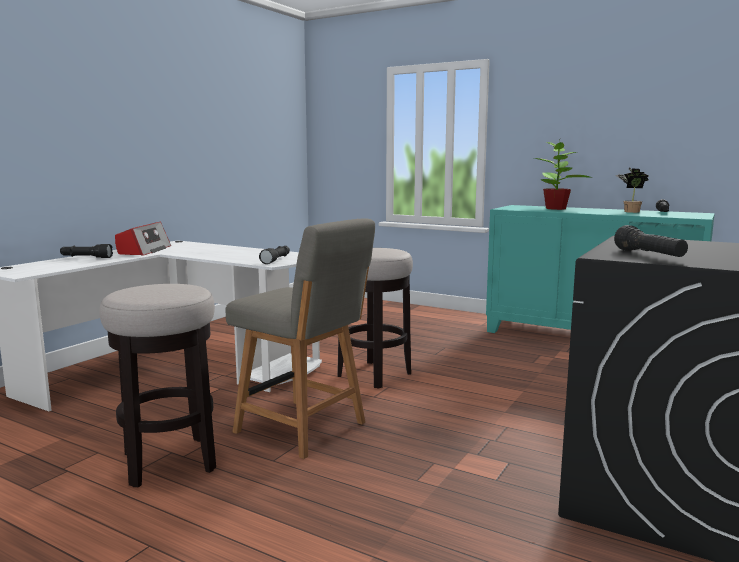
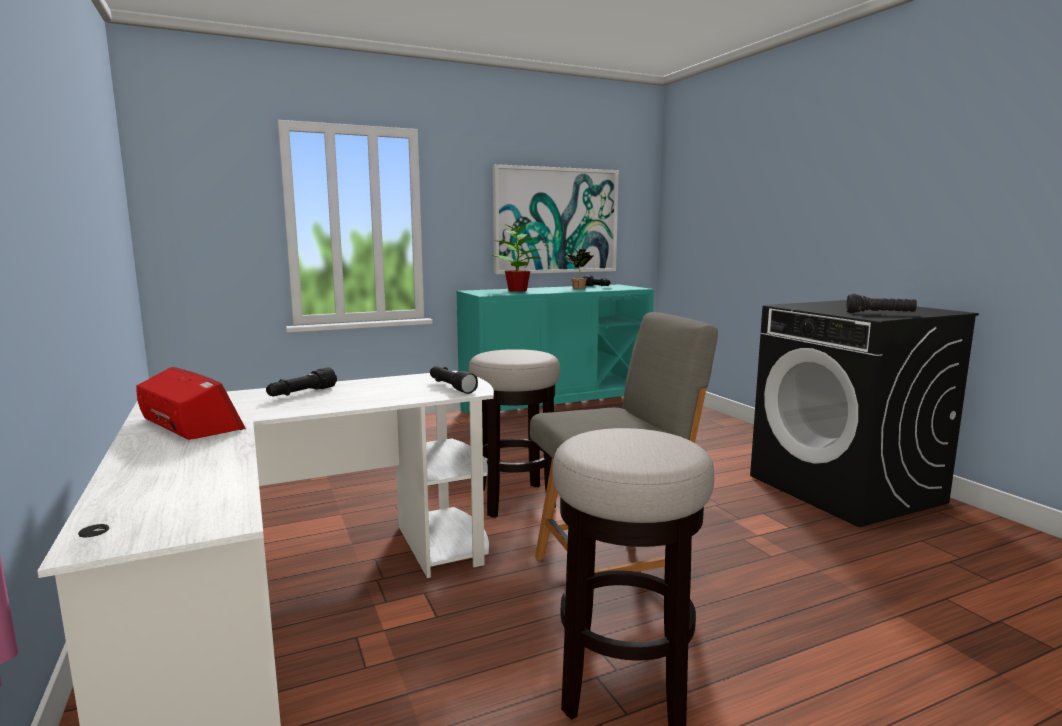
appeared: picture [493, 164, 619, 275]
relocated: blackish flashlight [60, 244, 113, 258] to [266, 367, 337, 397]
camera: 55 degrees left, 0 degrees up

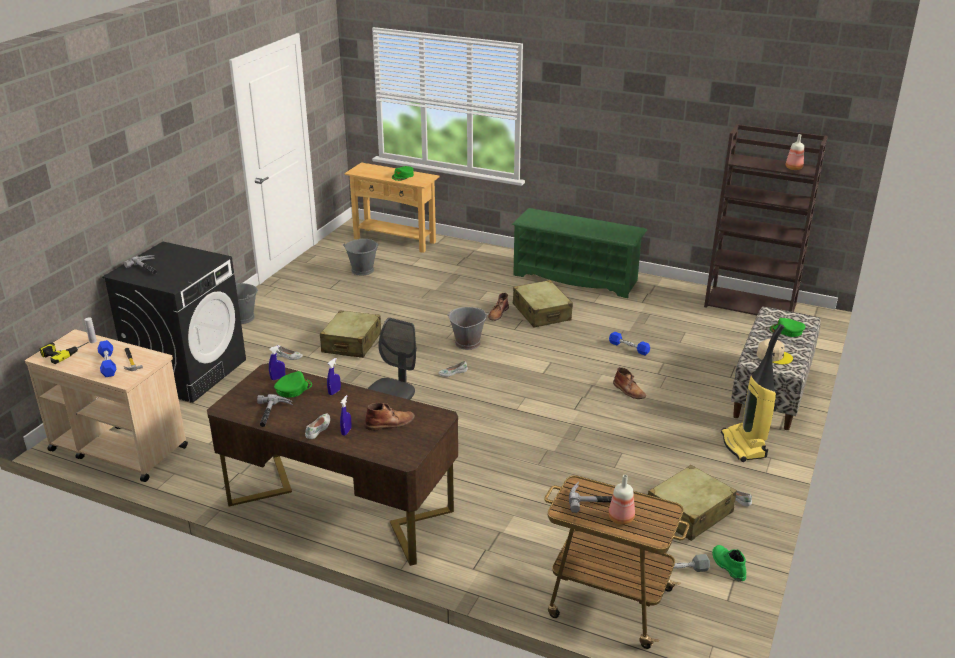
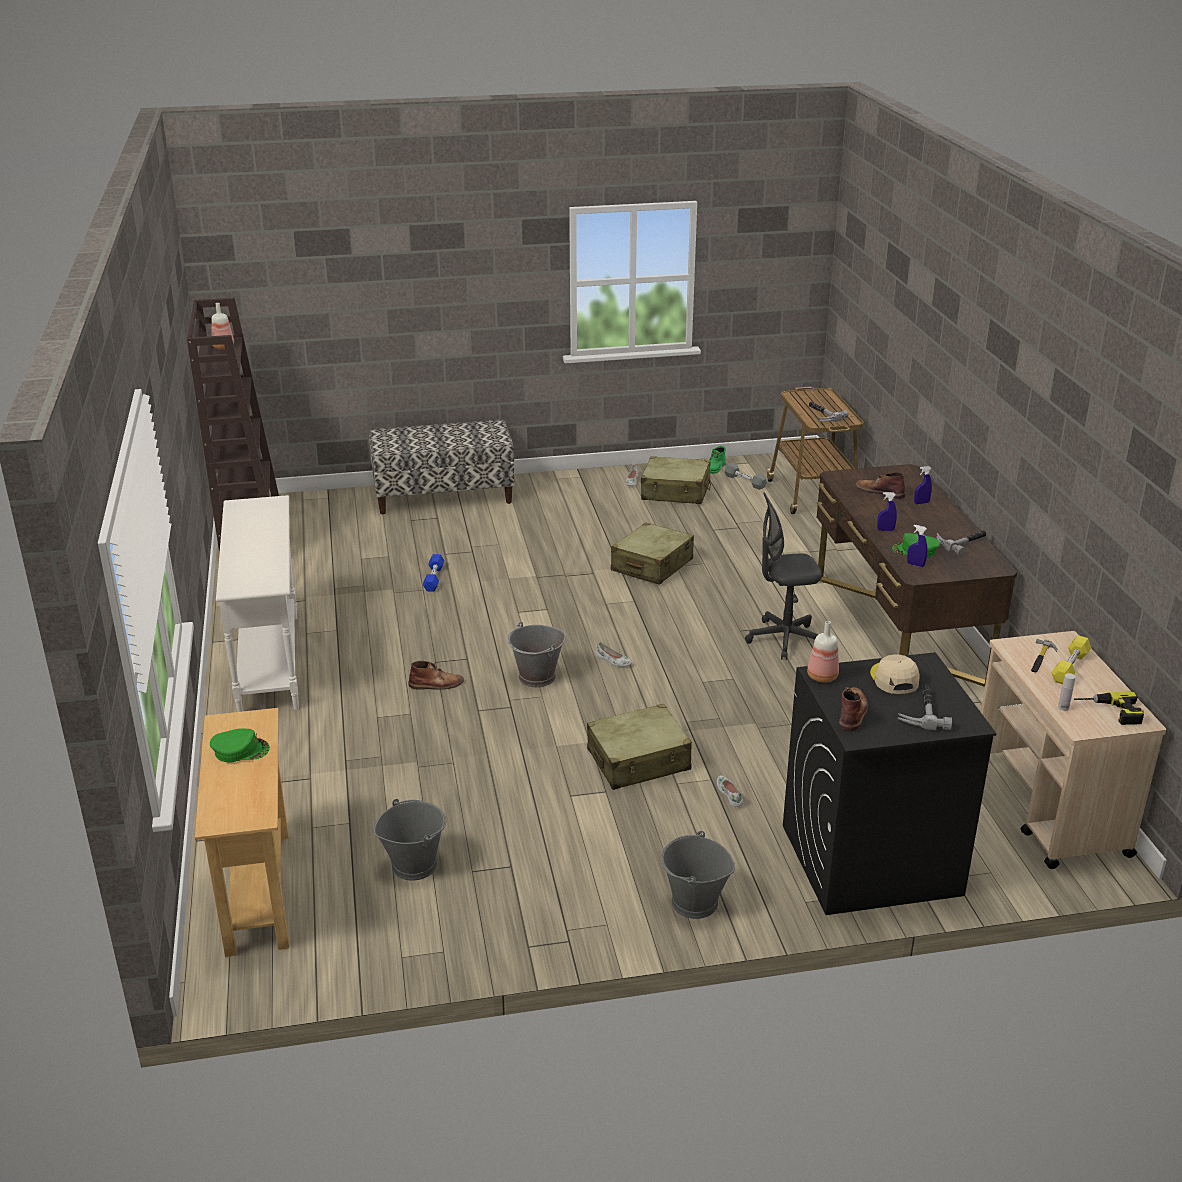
missing: whitish shoe [305, 414, 330, 439]; vacuum cleaner [721, 324, 784, 462]; green-coloured peaked cap [770, 318, 806, 337]
relocated: beige-coloured piece of luggage [513, 280, 573, 328] to [611, 523, 694, 585]; drink bottle [608, 475, 635, 525] to [807, 621, 839, 683]; brown-coloured tall boot [613, 367, 646, 399] to [839, 687, 868, 732]; beige-coloured peaked cap [757, 339, 793, 365] to [870, 654, 920, 694]
exchanged: green-coloured shoe stand [512, 208, 647, 298] to whitish console table [216, 495, 299, 712]
colour: blue hand weight [98, 340, 116, 377] to yellowish hand weight [1051, 635, 1091, 684]
camera: 125 degrees left, 0 degrees up

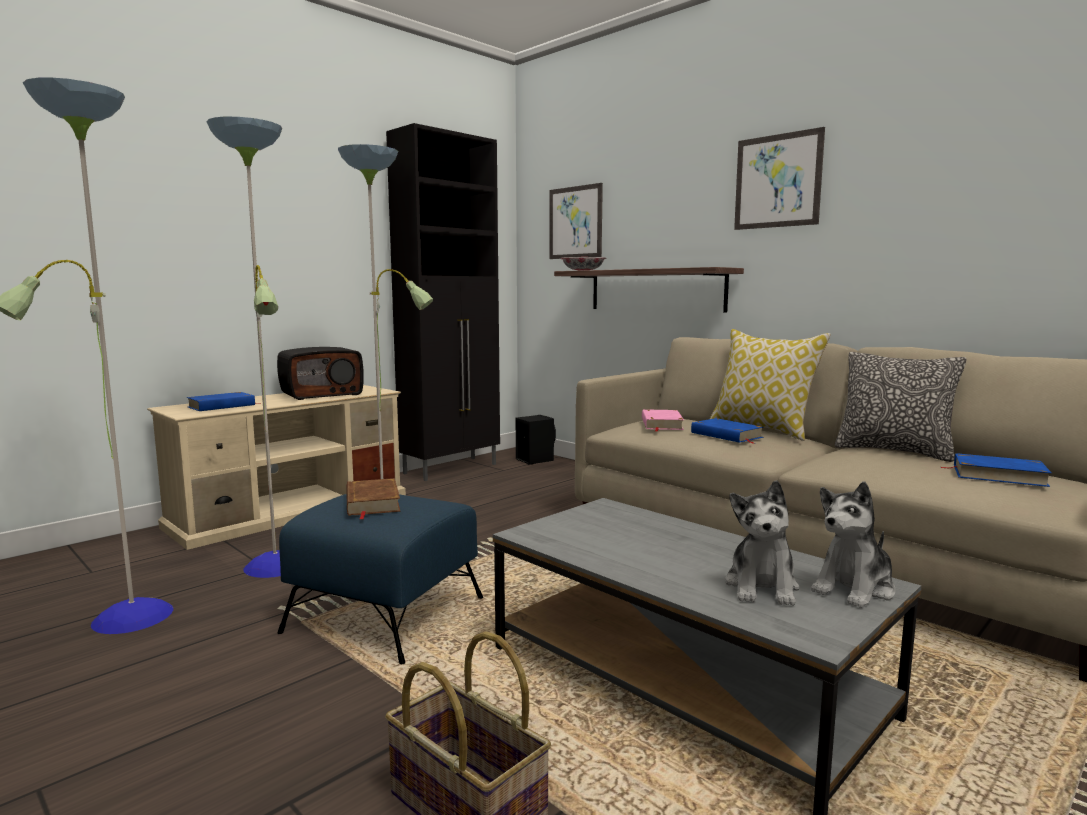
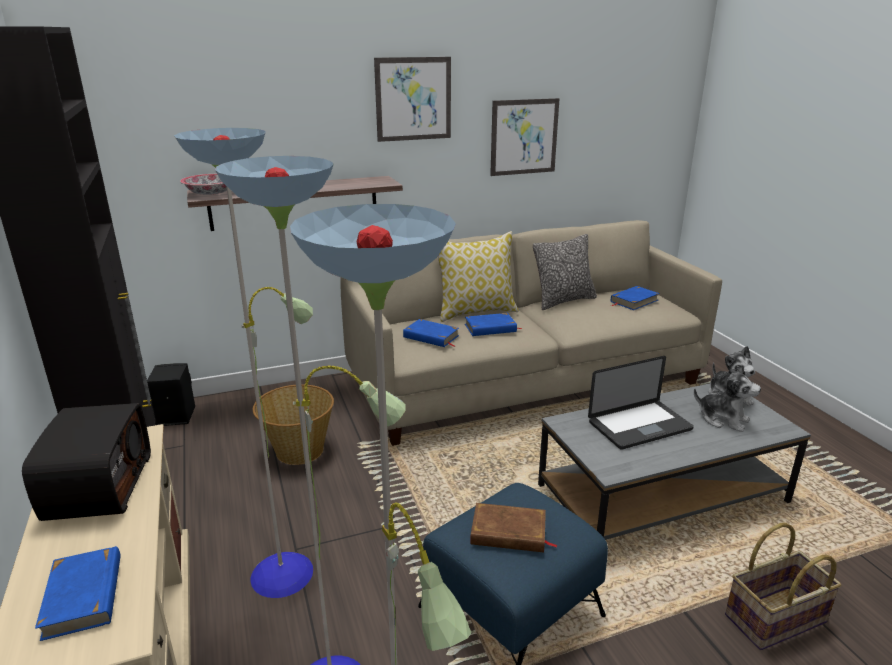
appeared: basket [253, 384, 334, 465]; notebook computer [588, 356, 694, 449]
relocated: picture [549, 183, 603, 259] to [490, 98, 560, 176]
colour: pink-coloured book [642, 409, 684, 432] to blue book [403, 319, 459, 347]
camera: 65 degrees left, 15 degrees up

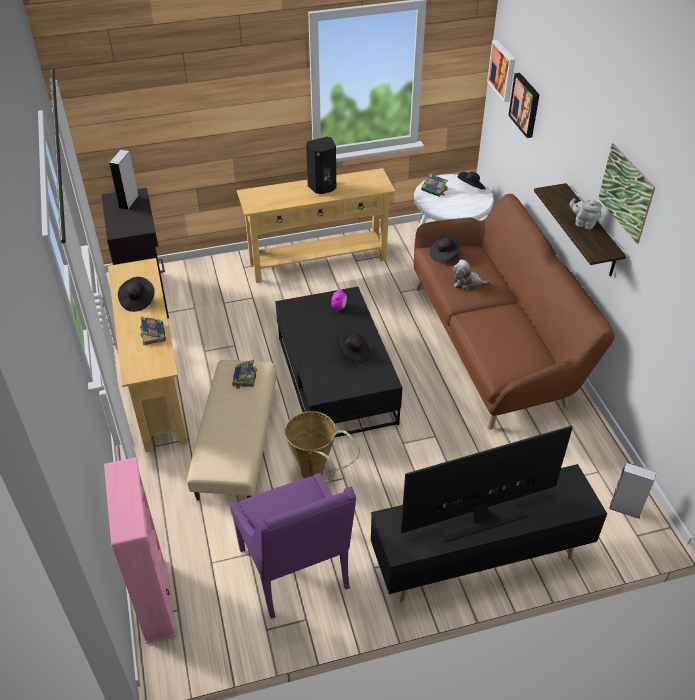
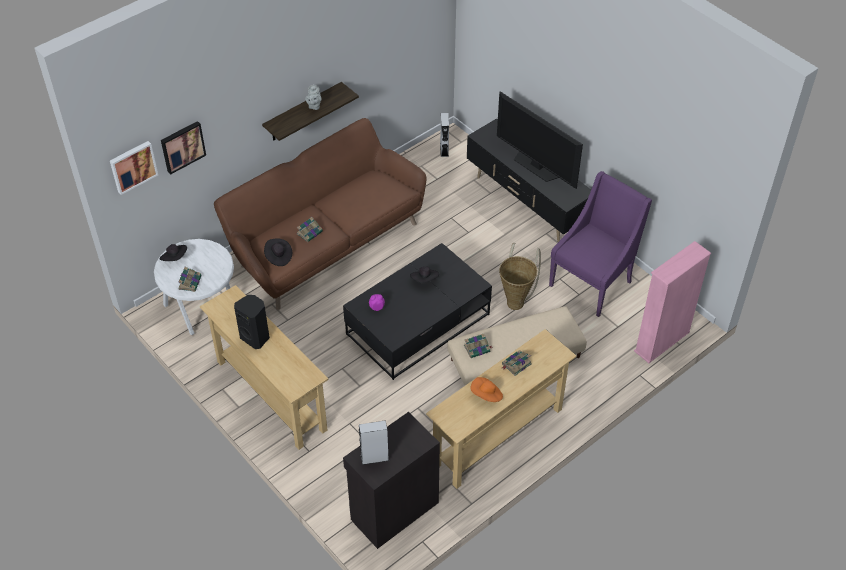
missing: picture [599, 143, 655, 244]
exchanged: plush toy [453, 260, 492, 291] to book [297, 217, 323, 242]
colour: blackish hat [118, 277, 155, 312] to orange-coloured hat [471, 377, 503, 402]
camera: 115 degrees left, 5 degrees up

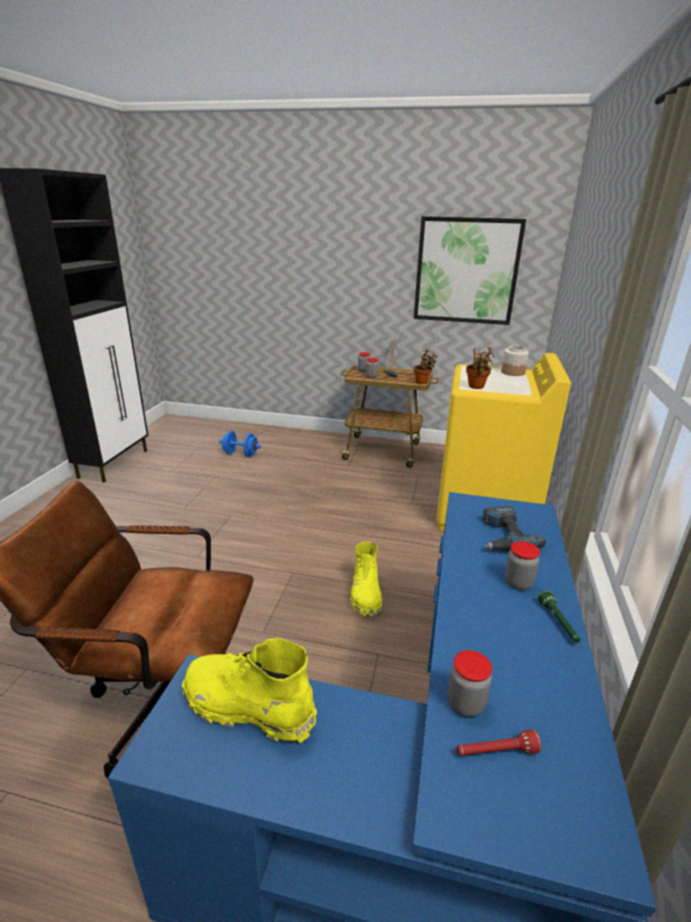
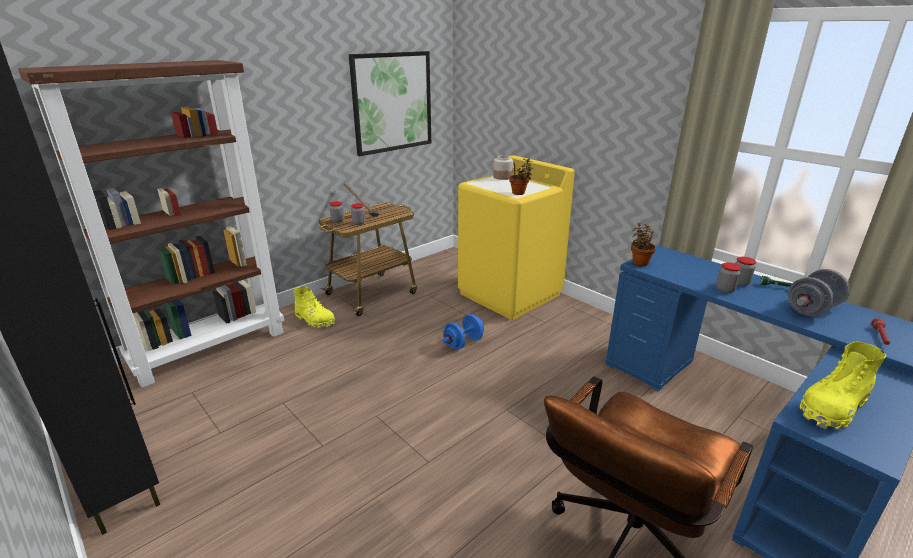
missing: power drill [482, 506, 546, 551]
appeared: brown-coloured bookshelf [18, 60, 284, 388]; greyish hand weight [788, 269, 850, 317]
relocated: blue hand weight [219, 431, 261, 457] to [443, 314, 484, 350]; yellowish tall boot [350, 542, 382, 617] to [293, 286, 336, 328]; plant in a pot [414, 349, 437, 384] to [631, 223, 656, 266]; preserve jar [448, 650, 492, 717] to [716, 262, 741, 293]
camera: 55 degrees left, 0 degrees up

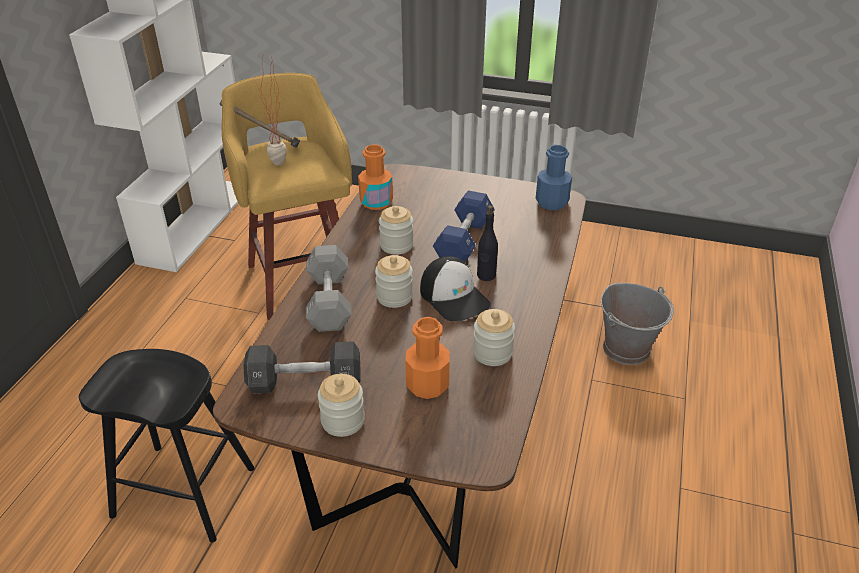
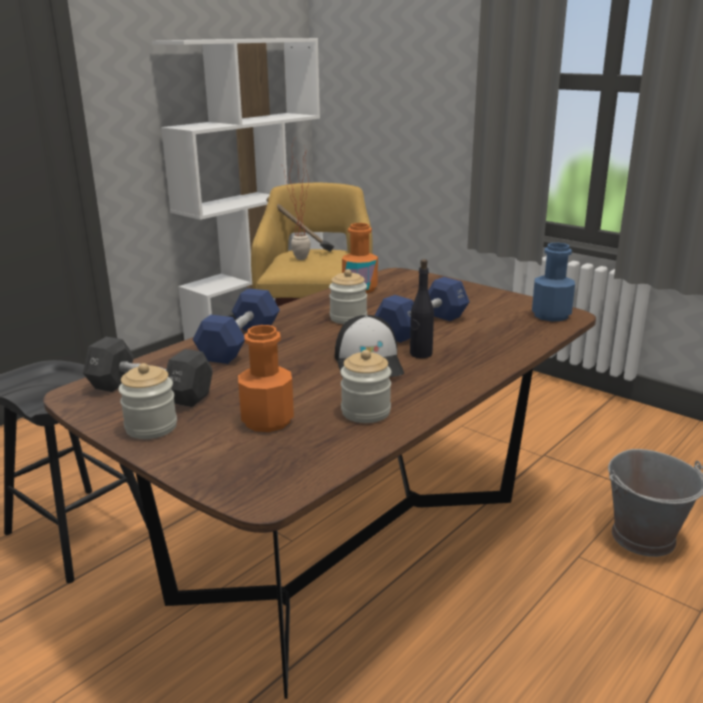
missing: preserve jar [375, 255, 413, 308]
colour: greyish hand weight [306, 245, 351, 332] to blue hand weight [193, 288, 280, 364]
camera: 25 degrees right, 15 degrees down

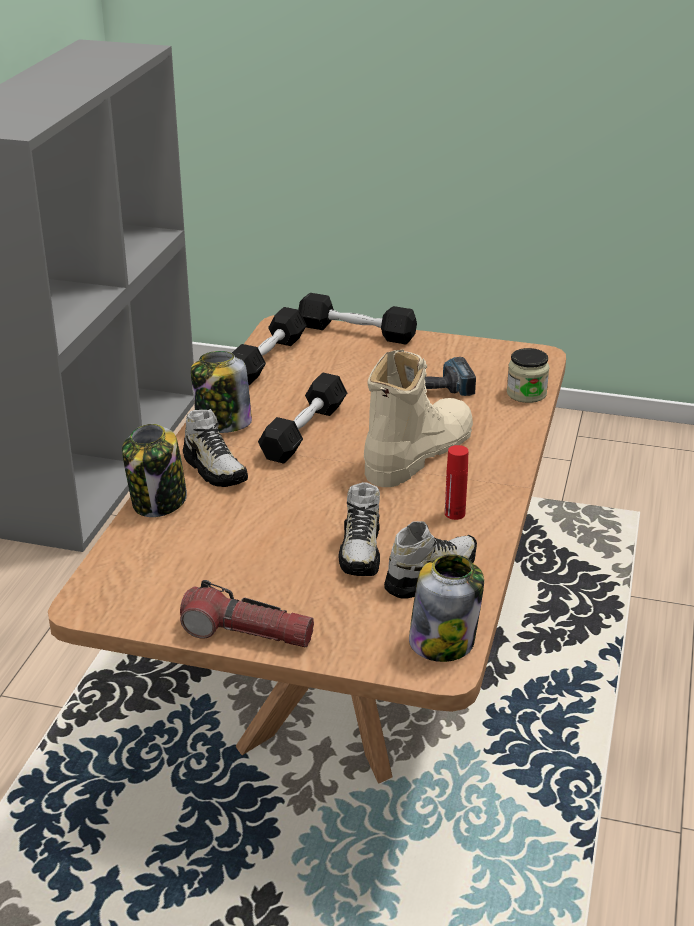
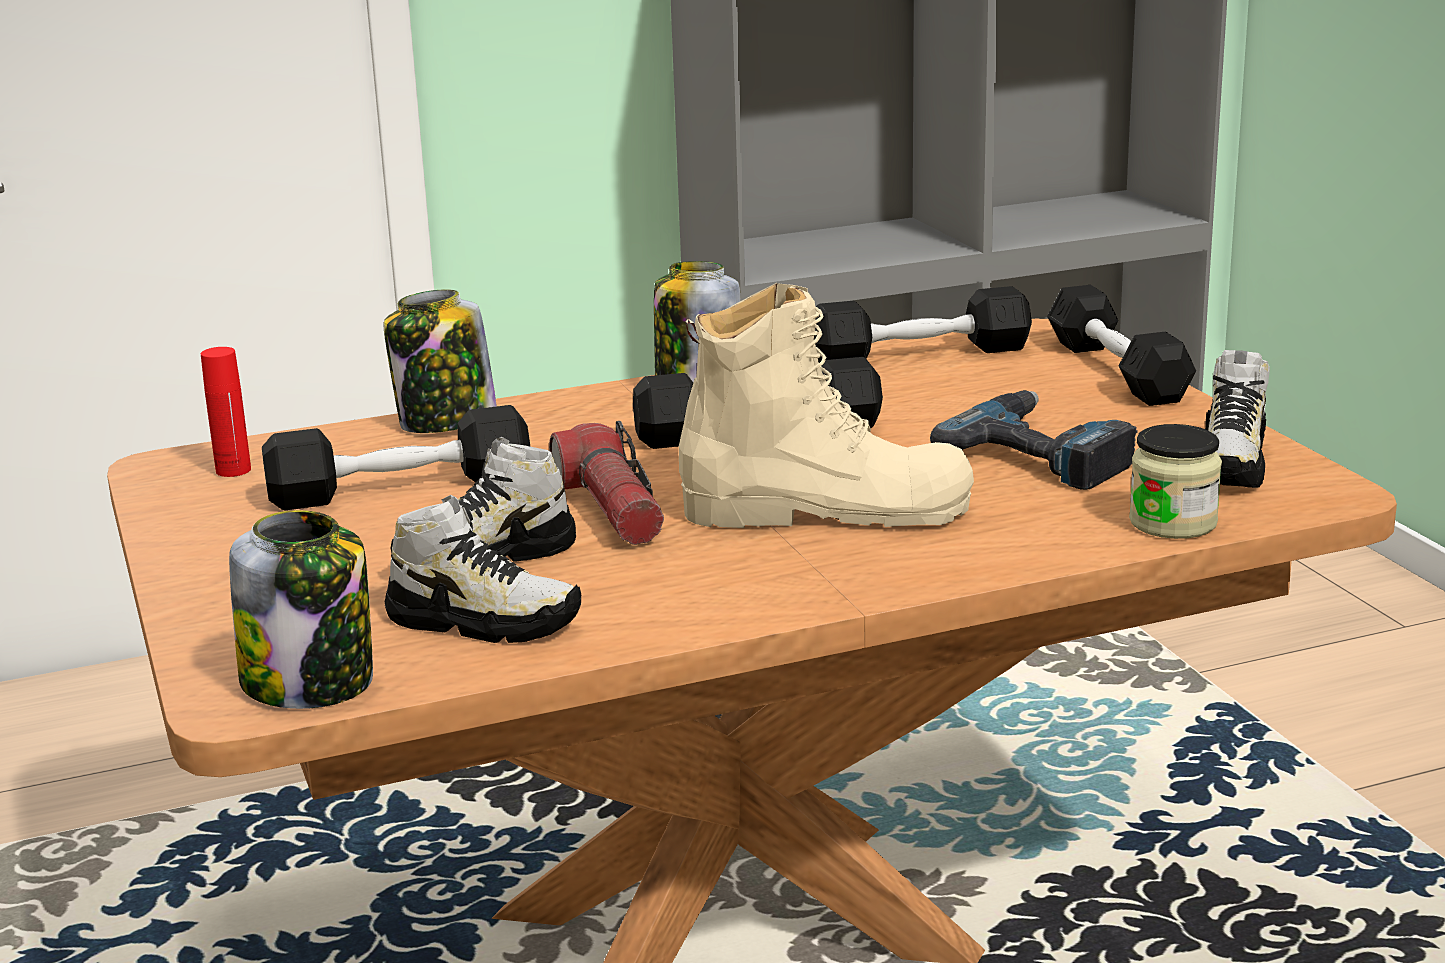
appeared: blackish hand weight [262, 405, 531, 510]
relocated: flashlight [180, 580, 314, 647] to [549, 421, 664, 545]; shoe [183, 409, 248, 487] to [1205, 350, 1270, 488]; red drink bottle [445, 445, 468, 520] to [201, 347, 251, 477]
camera: 55 degrees right, 10 degrees down

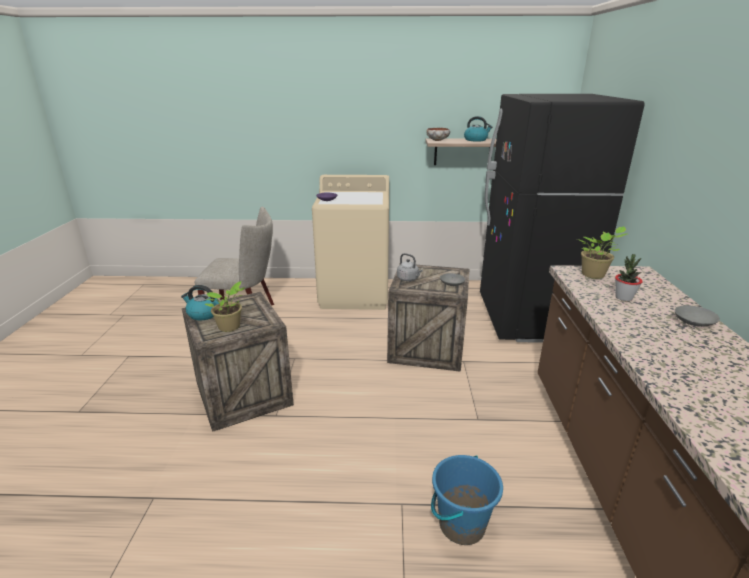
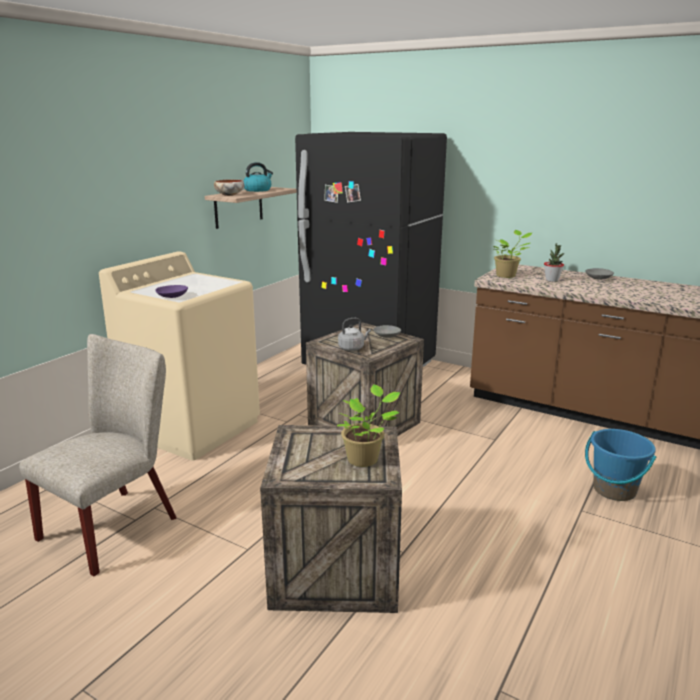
missing: water kettle [181, 285, 220, 320]
camera: 60 degrees left, 5 degrees down

